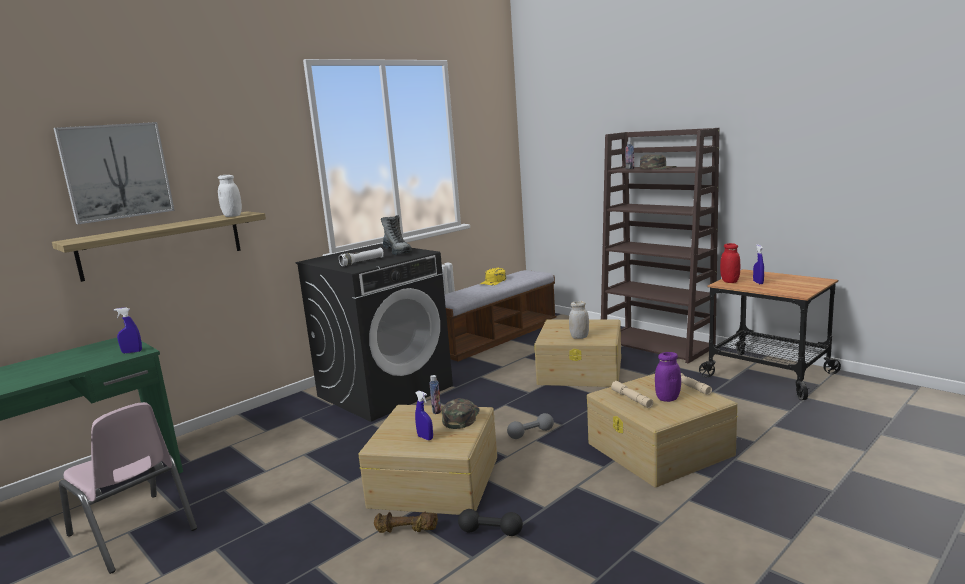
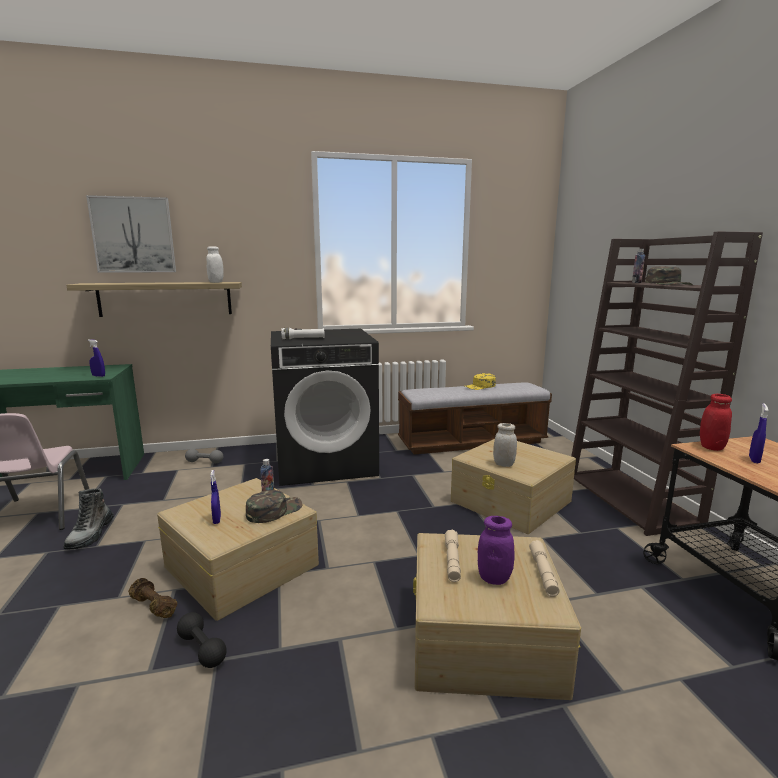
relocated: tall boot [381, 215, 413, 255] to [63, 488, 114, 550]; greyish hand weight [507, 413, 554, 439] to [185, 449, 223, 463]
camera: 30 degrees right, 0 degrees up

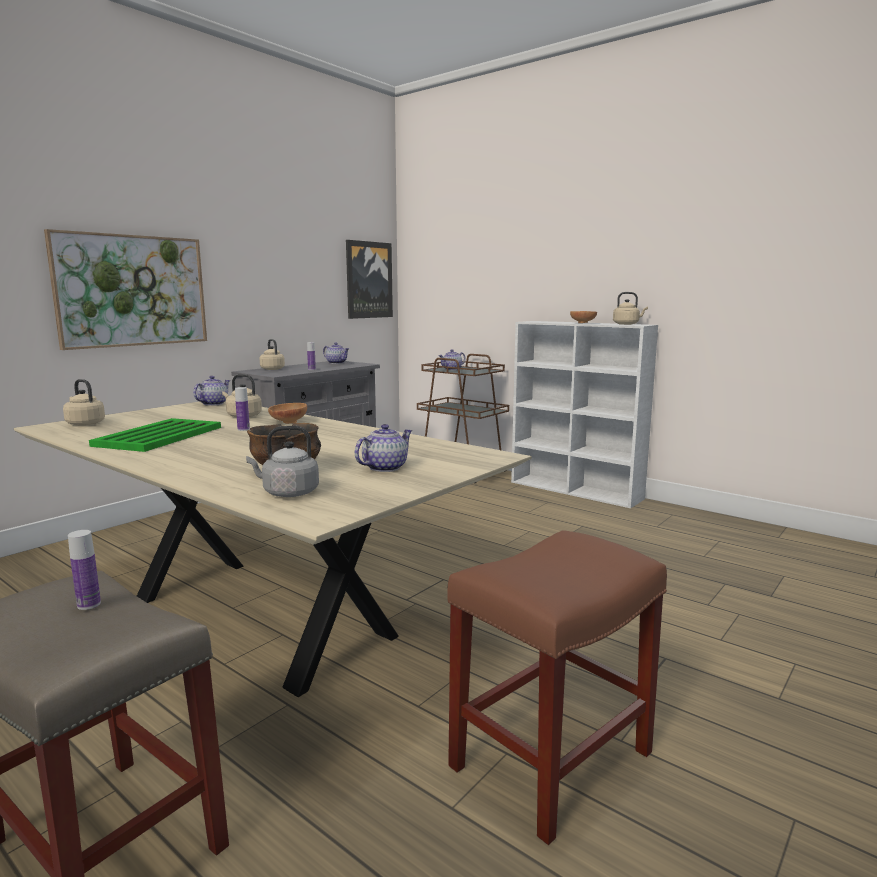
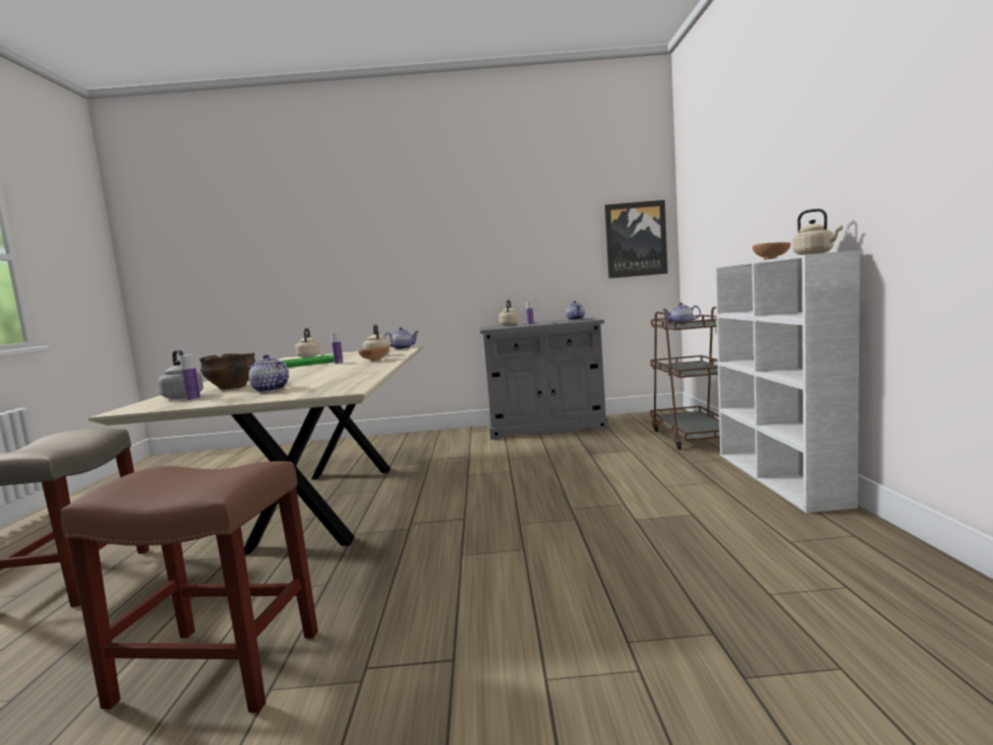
missing: picture [44, 229, 207, 350]
relocated: drink bottle [68, 530, 101, 610] to [180, 354, 200, 401]
spun: teapot [355, 424, 413, 472] = [247, 355, 289, 392] 150 degrees counterclockwise
camera: 50 degrees right, 5 degrees down

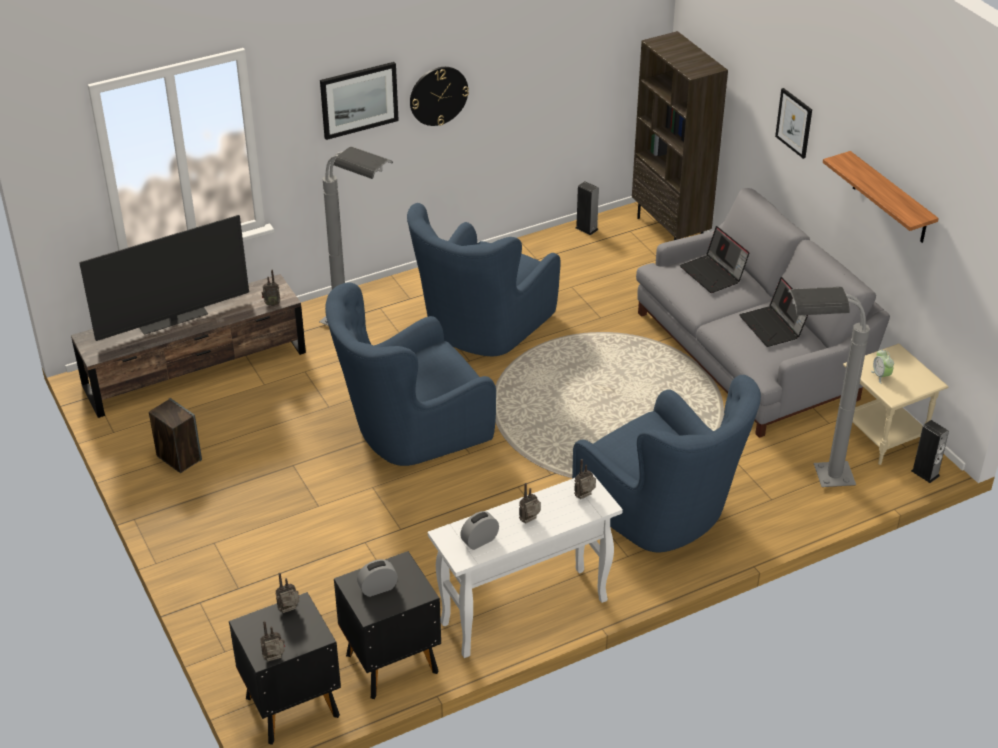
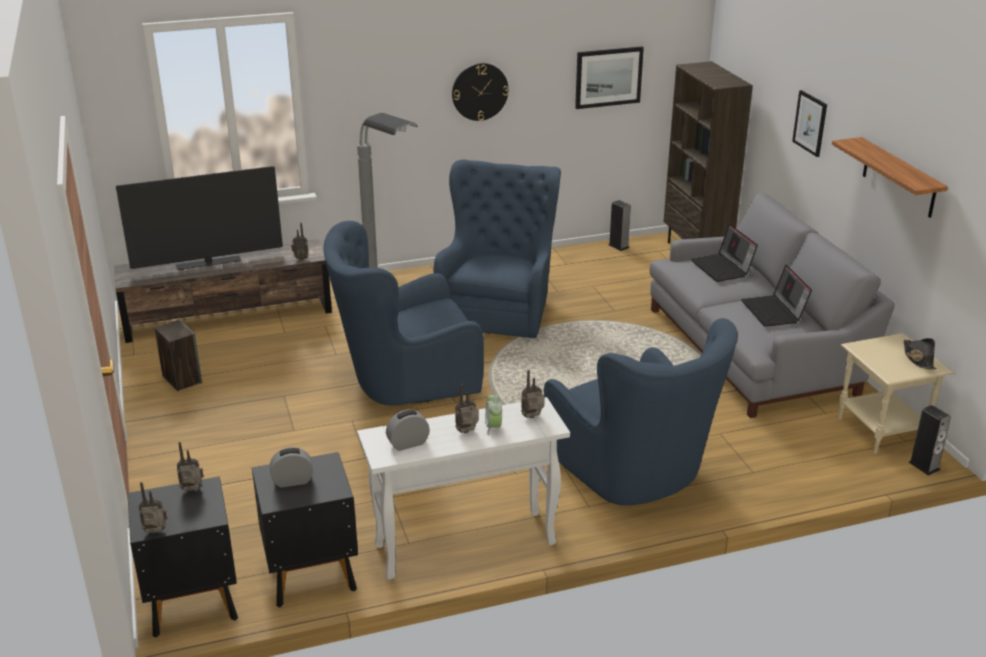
missing: greyish standard lamp [788, 287, 870, 487]
appeared: blackish hat [904, 338, 937, 370]
relocated: picture [320, 62, 399, 140] to [575, 46, 644, 109]; alarm clock [871, 349, 894, 384] to [485, 394, 502, 436]
spun: blue lounge chair [407, 203, 561, 356] = [434, 159, 561, 338] 150 degrees clockwise
camera: 10 degrees right, 10 degrees down

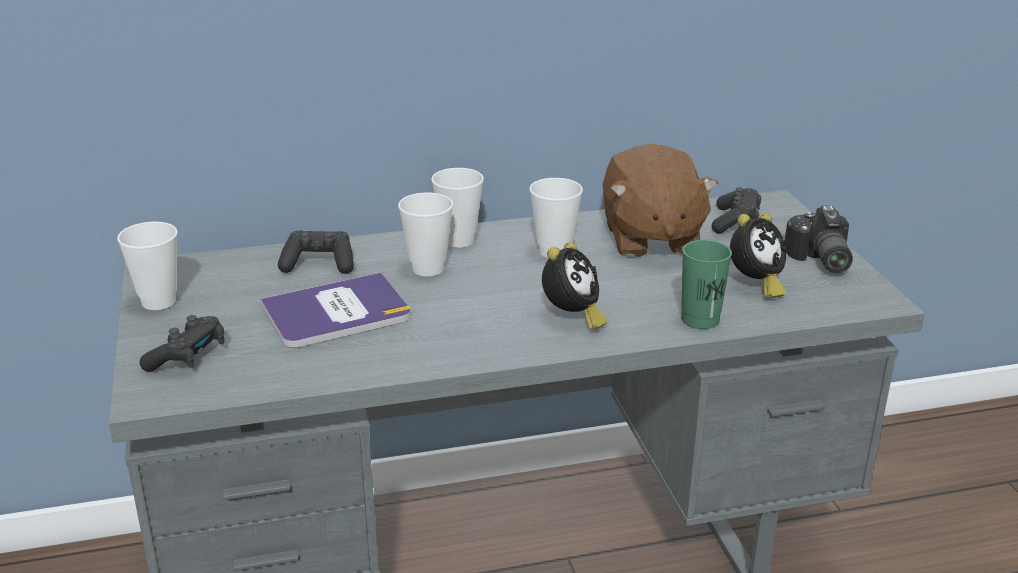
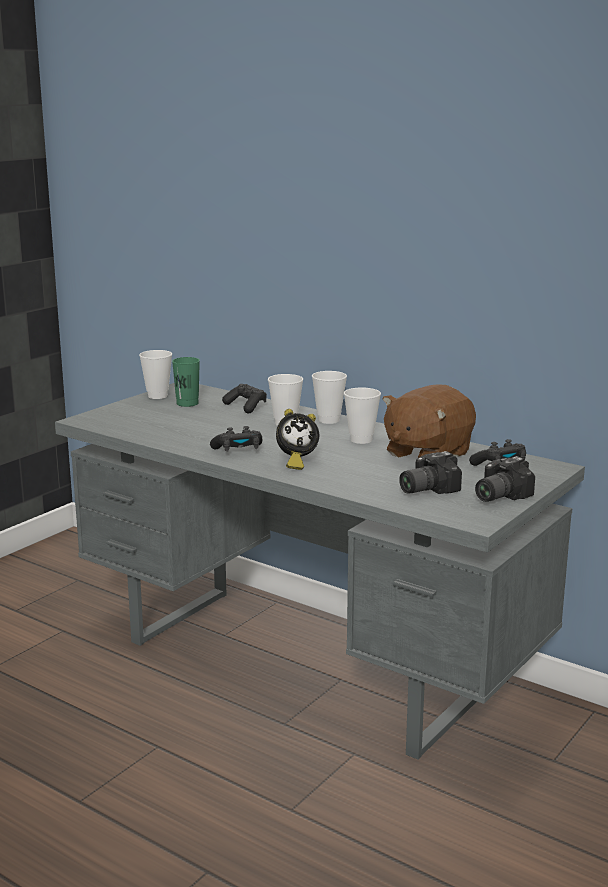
missing: book [260, 273, 411, 348]
relocated: blackish gamepad [140, 315, 224, 372] to [210, 426, 262, 452]; green-coloured small cup [681, 240, 732, 329] to [172, 357, 200, 407]
exchanged: alarm clock [730, 214, 786, 298] to photo camera [399, 451, 462, 494]
camera: 50 degrees right, 10 degrees down

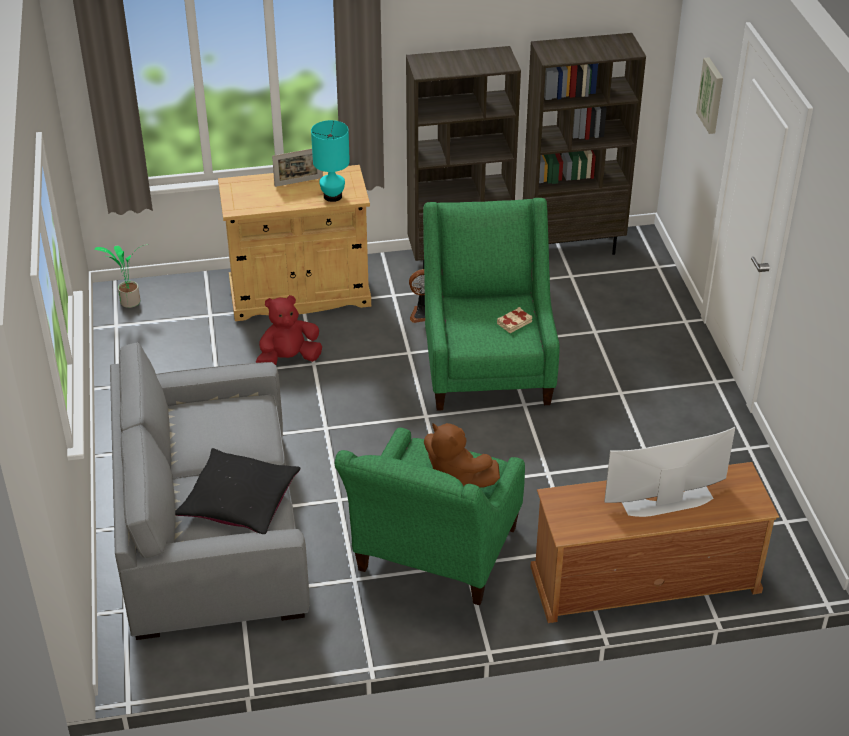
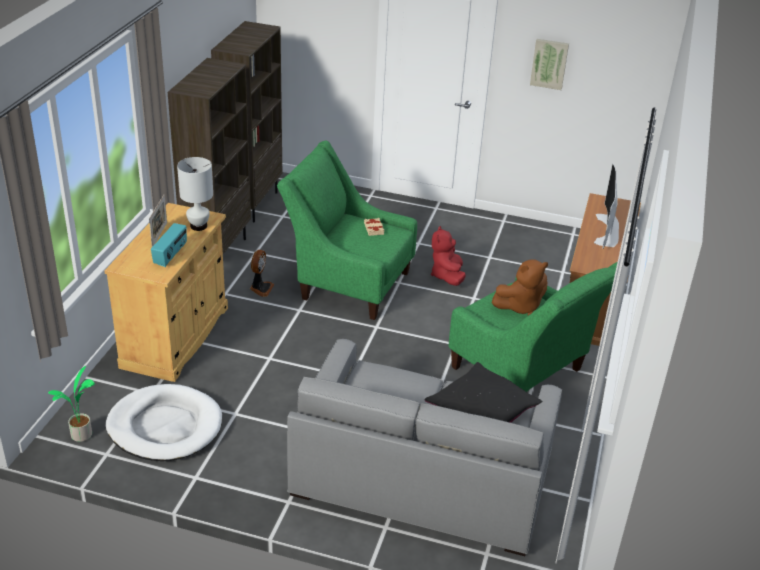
appeared: whitish dog bed [105, 384, 222, 461]; radio [151, 223, 187, 267]
relocated: red plush toy [256, 295, 322, 365] to [431, 226, 466, 286]; picture [696, 57, 723, 134] to [530, 39, 569, 90]
colour: turquoise-coloured lamp for a table [311, 120, 350, 202] to whitish lamp for a table [177, 157, 213, 231]
camera: 65 degrees left, 5 degrees down

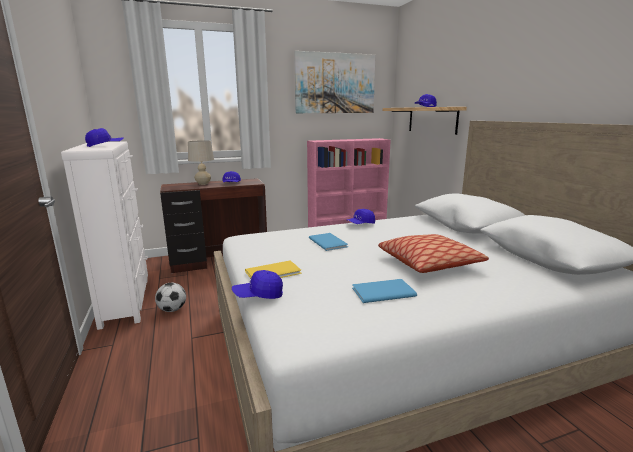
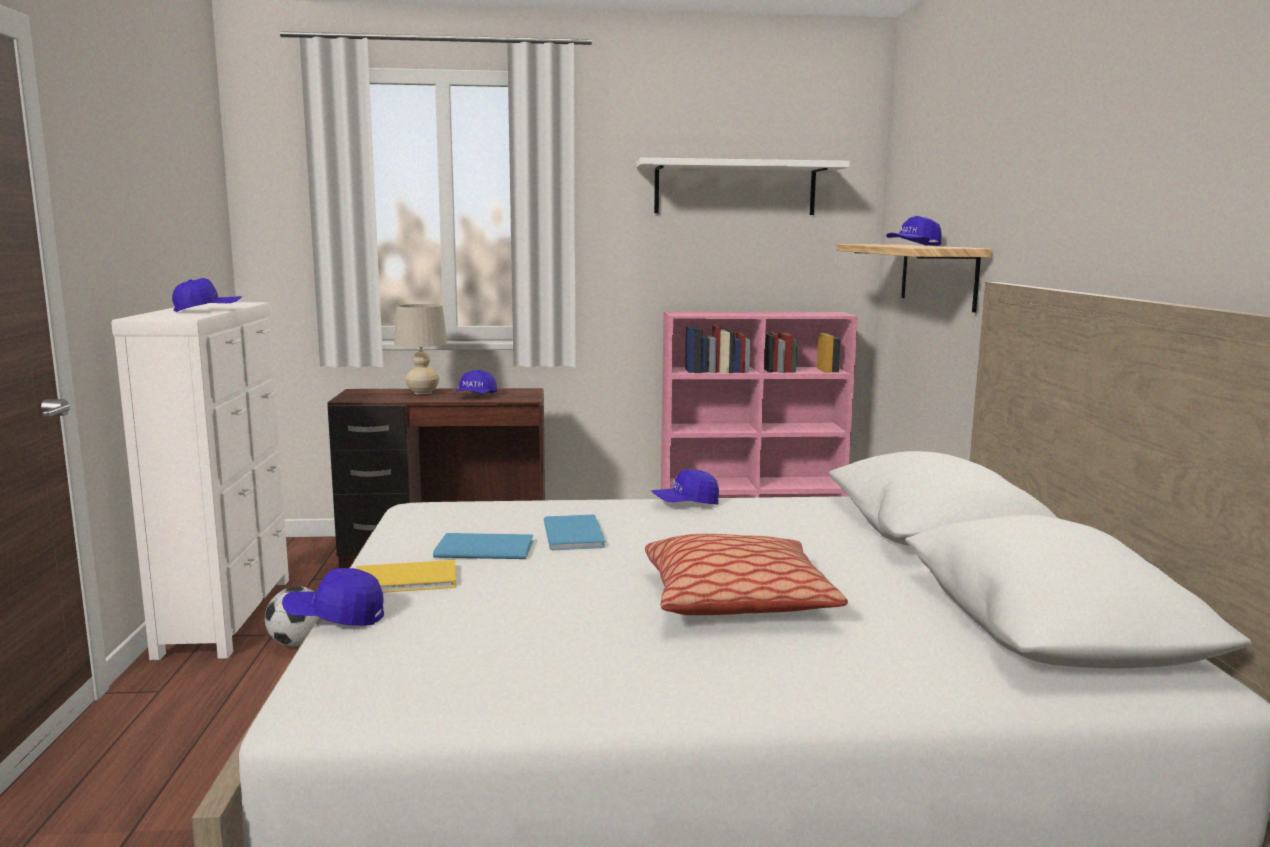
relocated: blue book [352, 279, 417, 303] to [433, 533, 533, 559]
exchanged: picture [294, 51, 376, 113] to whitish bracket shelf [636, 158, 850, 215]
camera: 15 degrees right, 5 degrees down

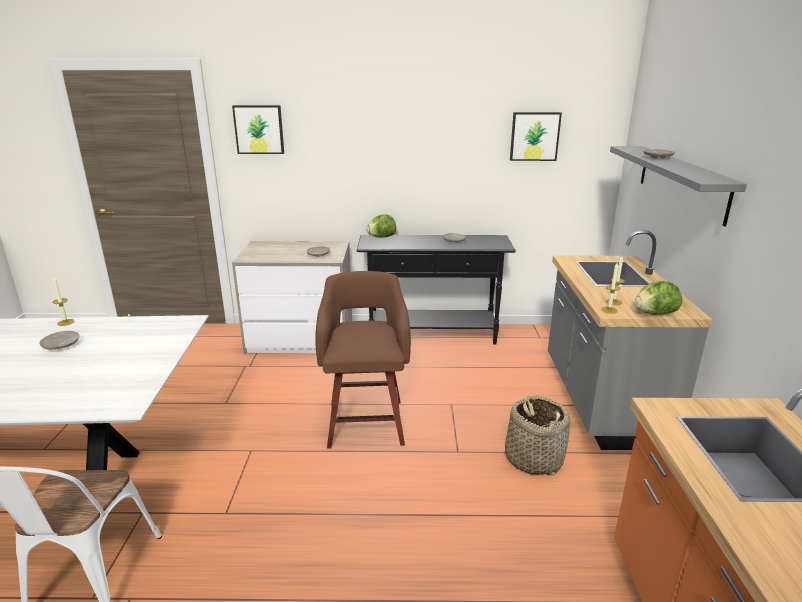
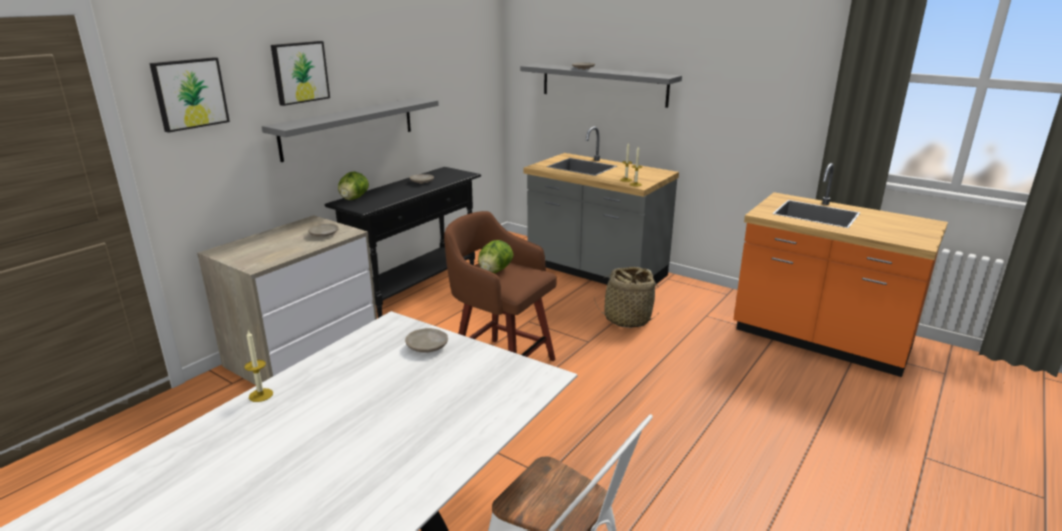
appeared: greyish bracket shelf [262, 97, 439, 162]
relocated: beige-coloured dinner plate [39, 331, 80, 350] to [405, 328, 448, 352]; picture [510, 112, 562, 161] to [271, 41, 330, 106]; head of lettuce [635, 281, 682, 315] to [478, 240, 513, 273]
camera: 55 degrees left, 0 degrees up

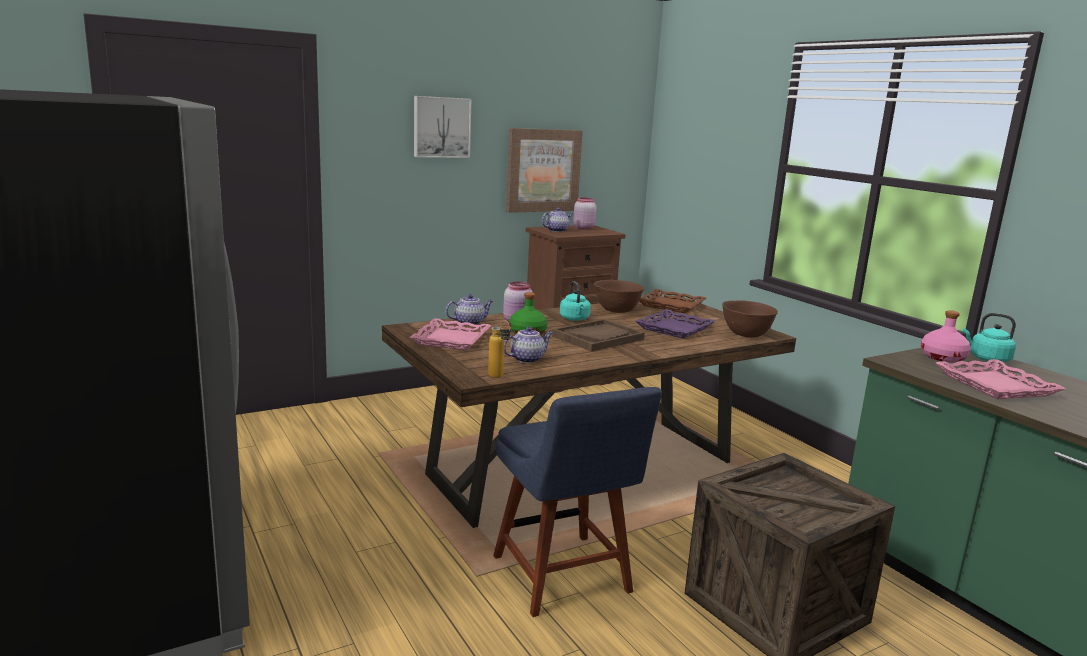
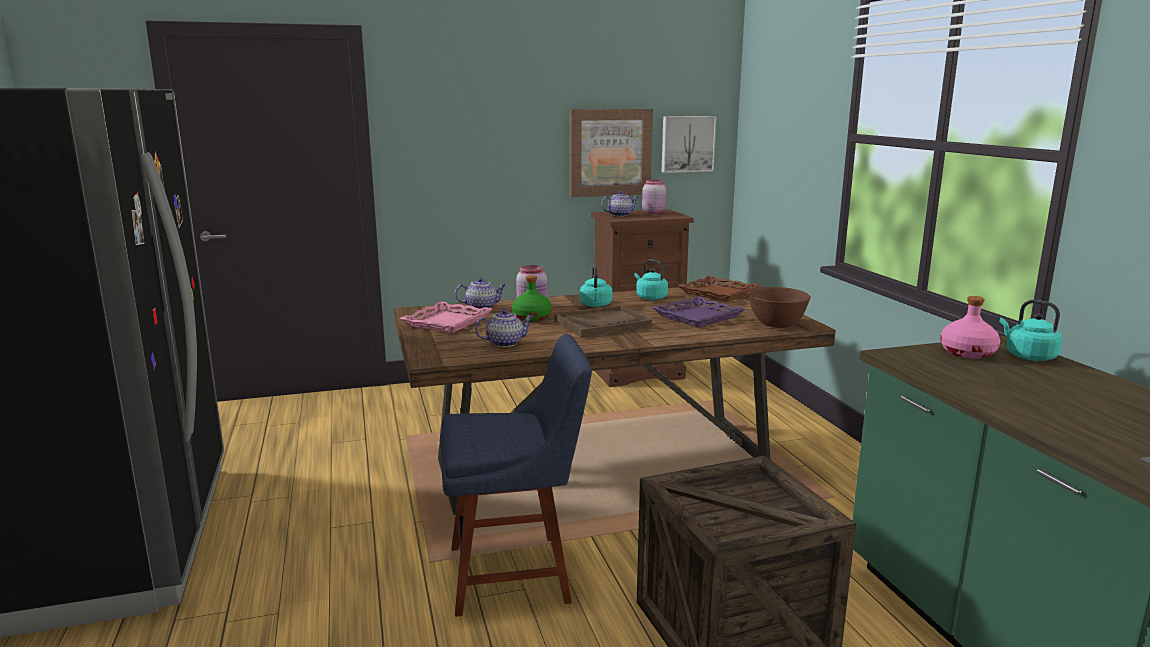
missing: drink bottle [488, 321, 511, 378]; pink-coloured serving tray [936, 359, 1065, 399]
relocated: picture [414, 96, 471, 158] to [662, 116, 716, 173]
exchanged: brown-coloured bowl [594, 280, 644, 313] to turquoise-coloured water kettle [634, 259, 668, 300]
spun: blue upright chair [493, 387, 662, 617] = [441, 334, 592, 617] 90 degrees counterclockwise
camera: 15 degrees right, 0 degrees up

